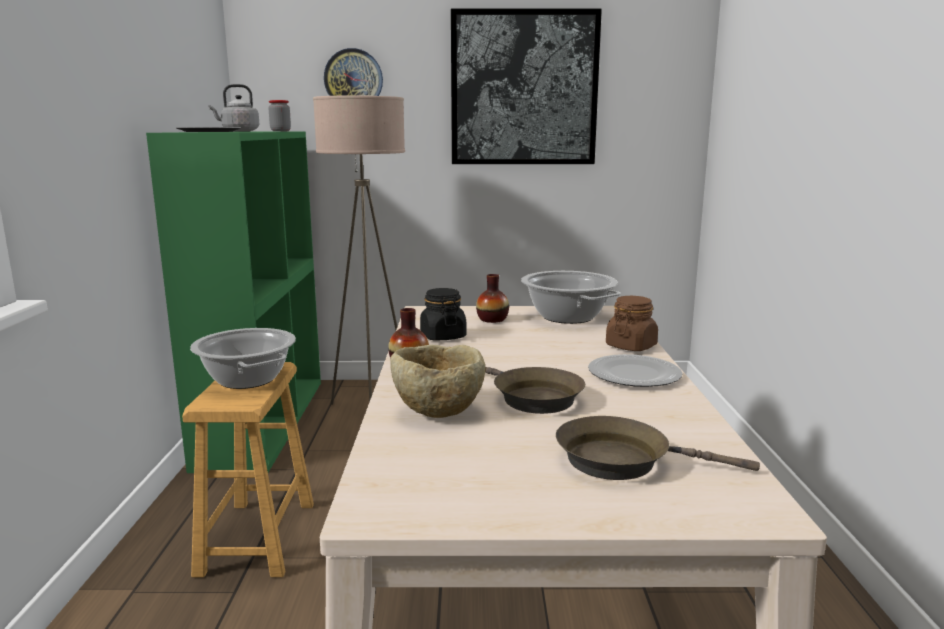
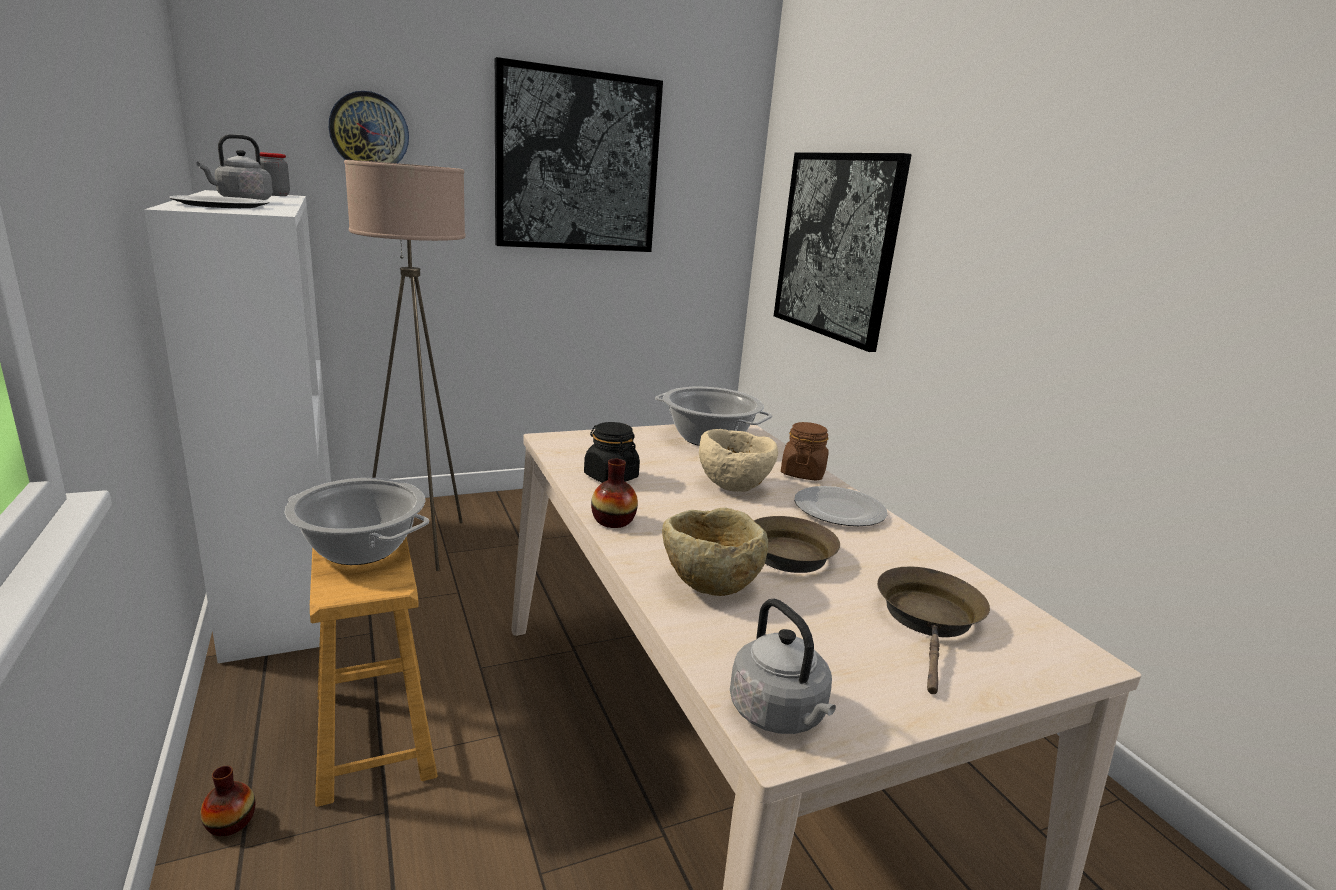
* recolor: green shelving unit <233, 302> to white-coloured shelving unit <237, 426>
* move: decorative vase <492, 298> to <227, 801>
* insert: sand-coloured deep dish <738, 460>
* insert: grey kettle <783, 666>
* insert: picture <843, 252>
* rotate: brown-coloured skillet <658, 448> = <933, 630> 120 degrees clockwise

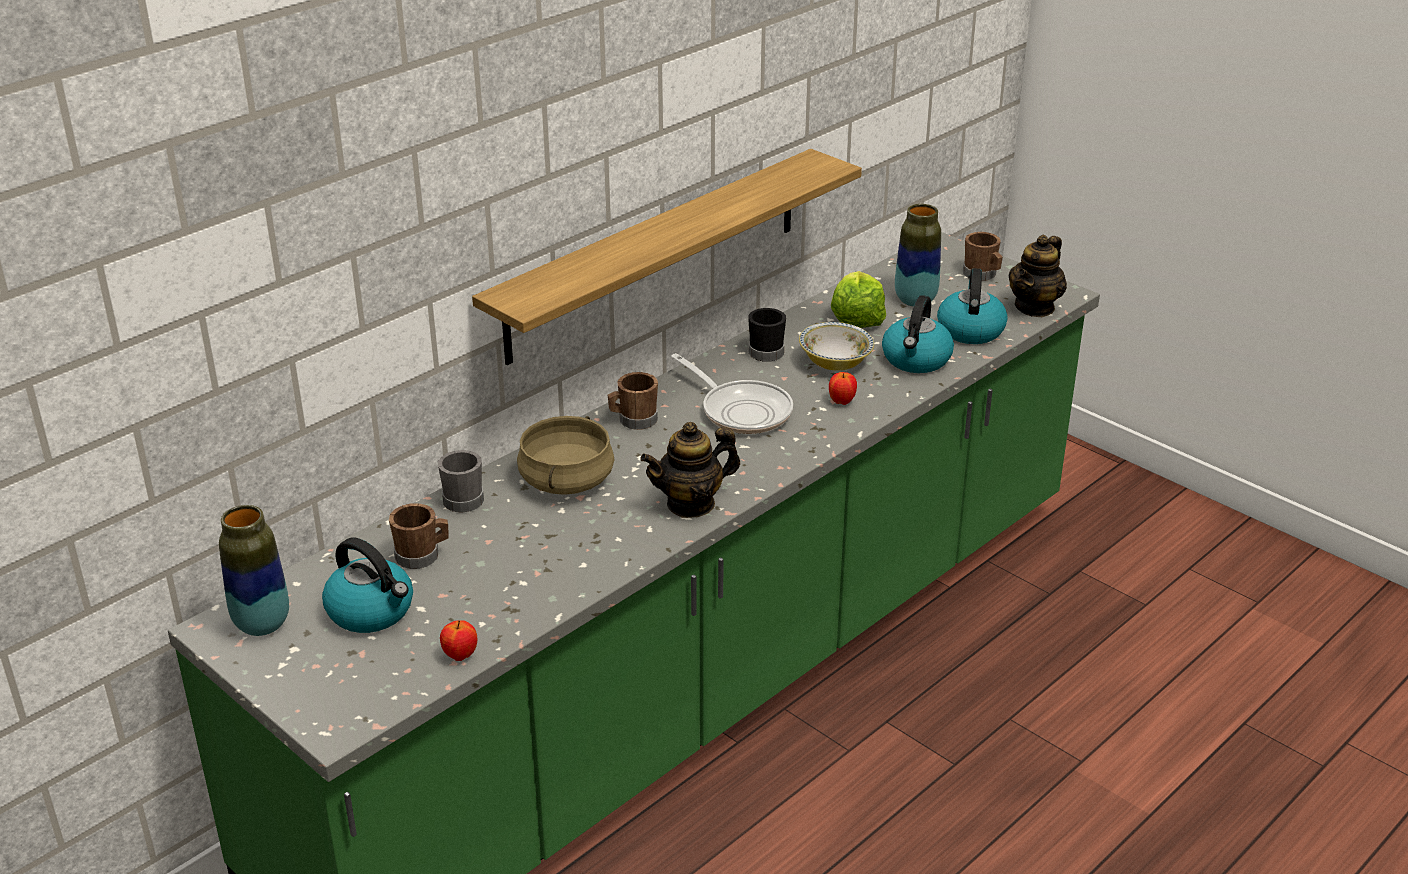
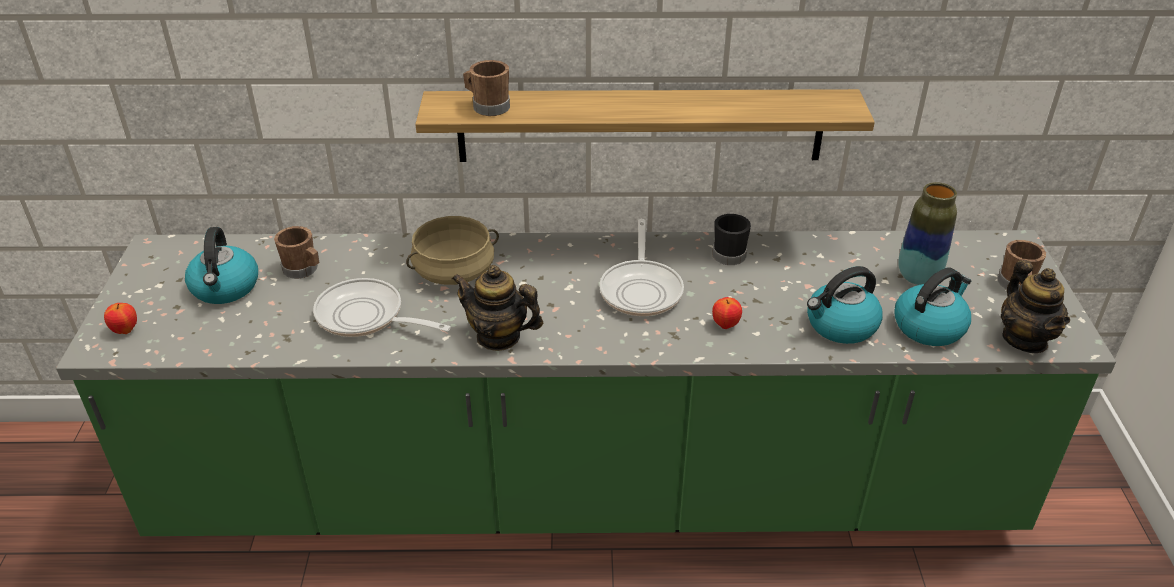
* move: apple <458, 640> to <120, 318>
* insert: skillet <382, 307>
* move: brown-coloured mug <633, 401> to <486, 88>
* rotate: tea pot <1037, 276> = <1035, 306> 90 degrees counterclockwise
* delete: decorative vase <254, 570>
* delete: grey mug <461, 481>
* delete: deep dish <836, 346>
* delete: lettuce <858, 299>

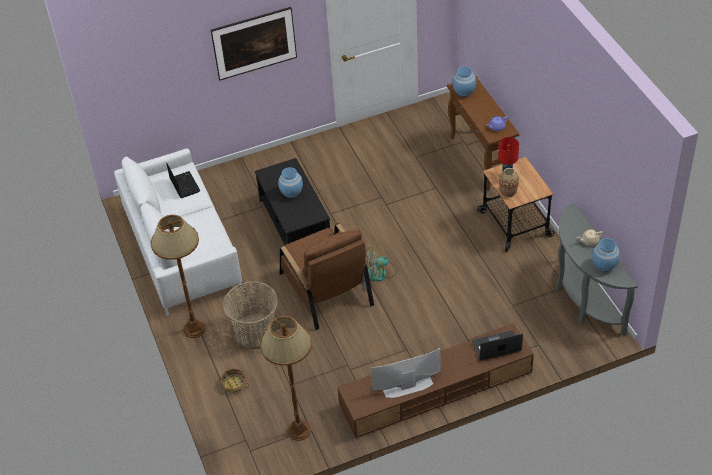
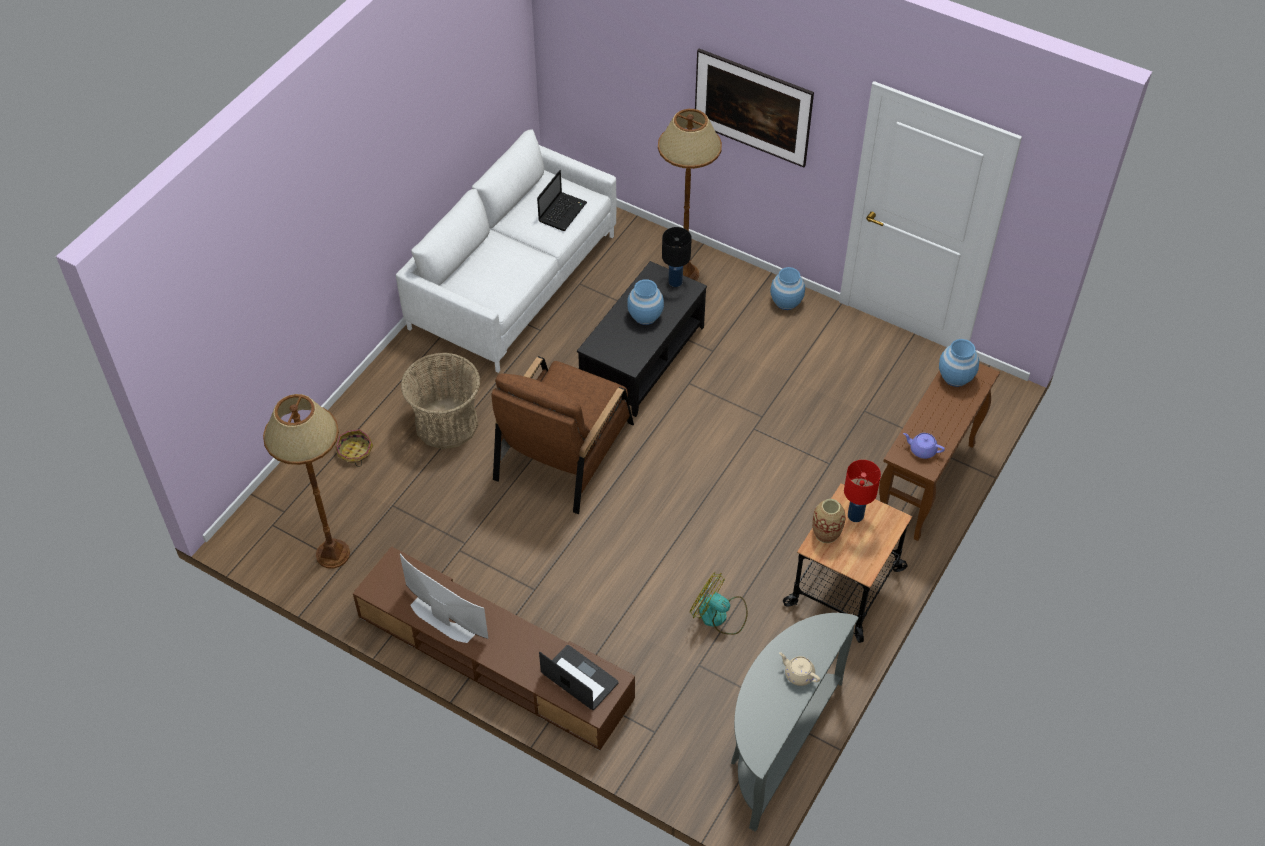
* move: brown-coloured standing lamp <178, 276> to <690, 195>
* insert: black lamp for a table <677, 257>
* move: fan <381, 264> to <719, 603>
* move: bluish decorative vase <606, 255> to <787, 288>

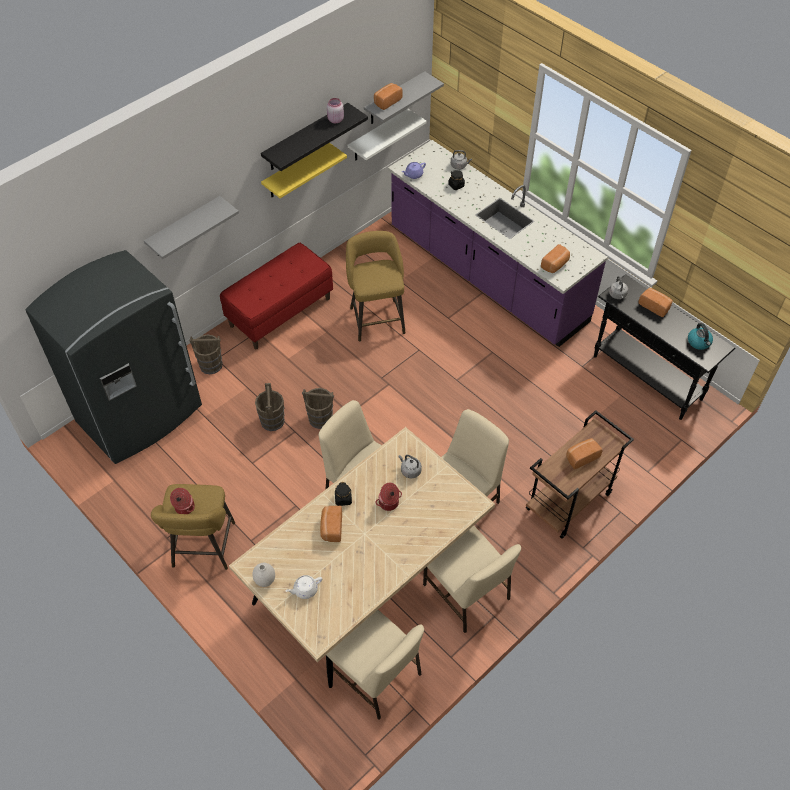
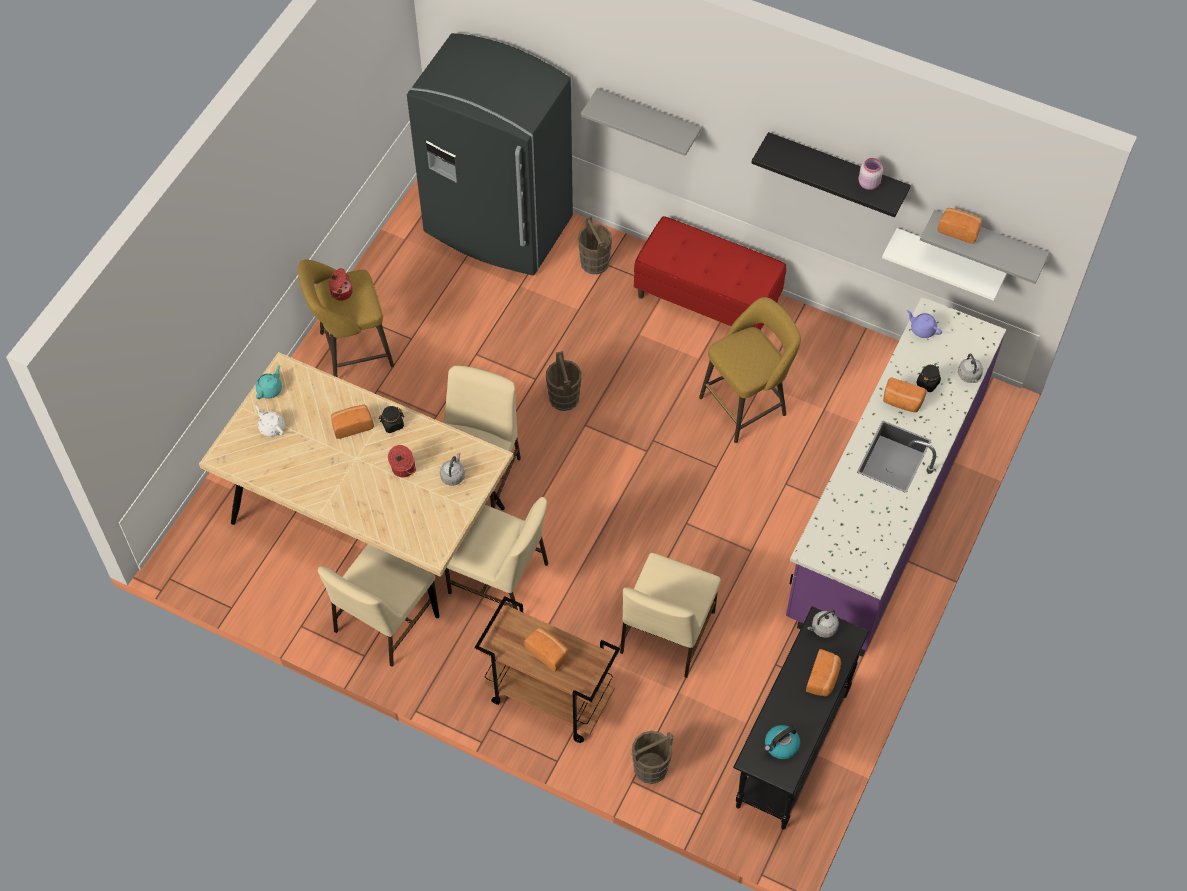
* replace: white-coloured decorative vase <263, 575> to blue-green tea pot <269, 382>
* move: sand-coloured upright chair <375, 665> to <670, 615>
* move: brown-coloured pail <270, 407> to <652, 757>
* move: bakery bread <555, 258> to <905, 394>
* delete: yellowish wall shelf <304, 170>

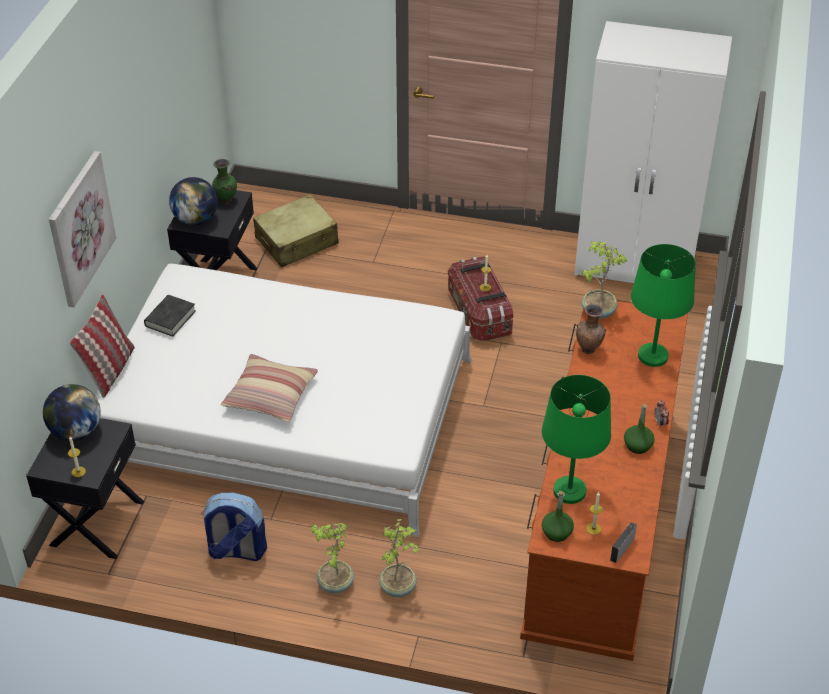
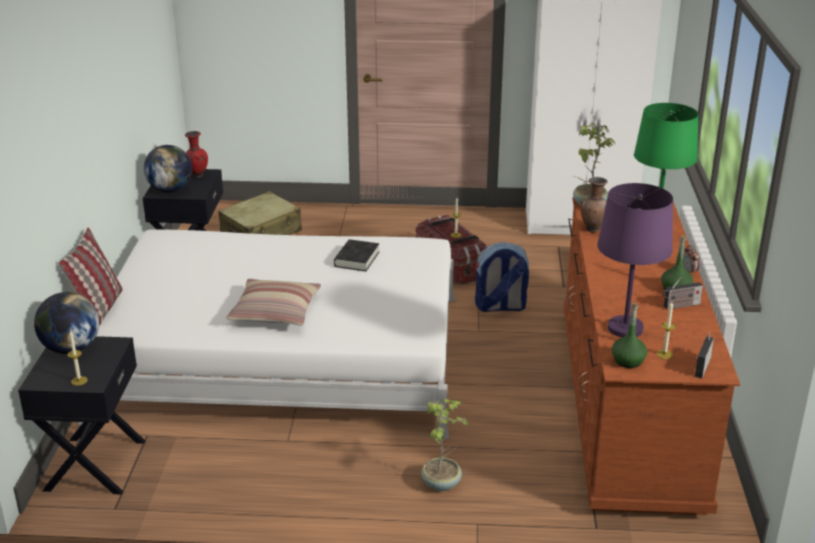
* recolor: green decorative vase <224, 181> to reddish decorative vase <196, 154>
* move: black book <170, 316> to <356, 255>
* move: knapsack <234, 526> to <502, 277>
* recolor: green lamp for a table <576, 439> to purple-coloured lamp for a table <635, 260>
* insert: radio receiver <683, 292>
* delete: picture <82, 229>
* delete: plant in a pot <332, 558>

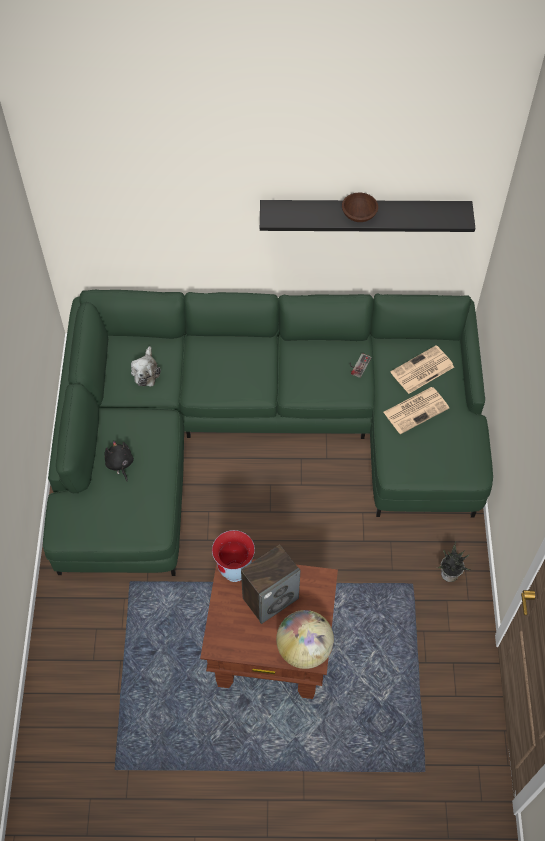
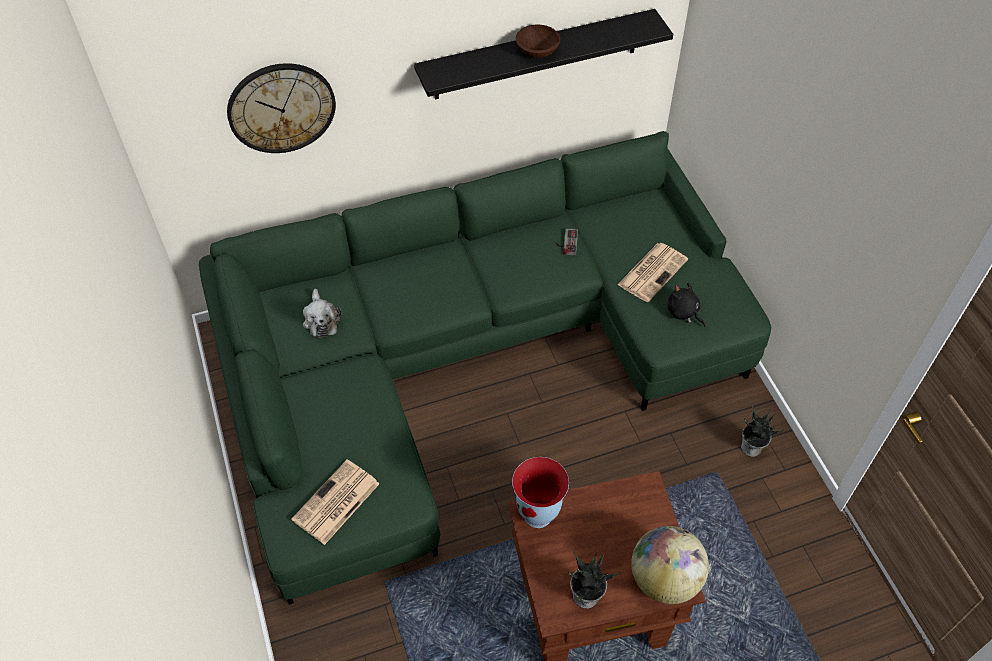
* insert: wall clock <281, 108>
* move: newspaper <422, 369> to <335, 502>
* insert: plant in a pot <594, 579>
* move: black plush toy <119, 461> to <687, 305>
* delete: speaker <270, 584>

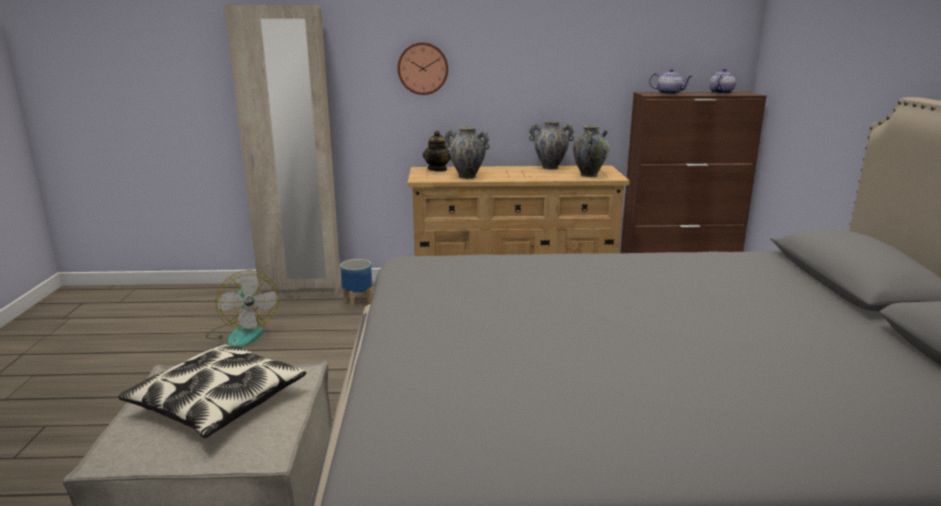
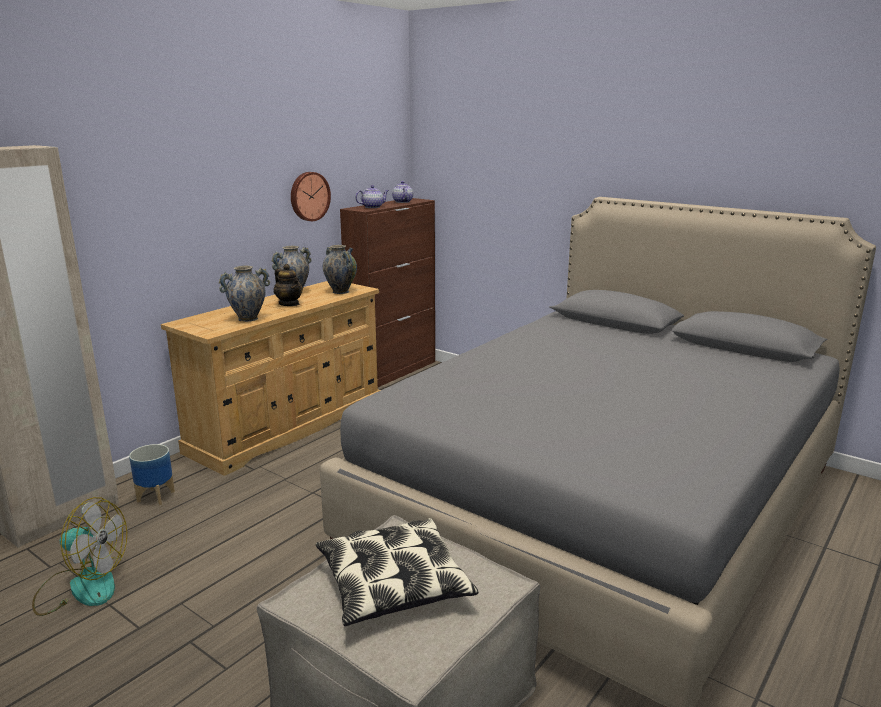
* move: tea pot <437, 151> to <288, 285>
* move: wall clock <422, 68> to <311, 196>

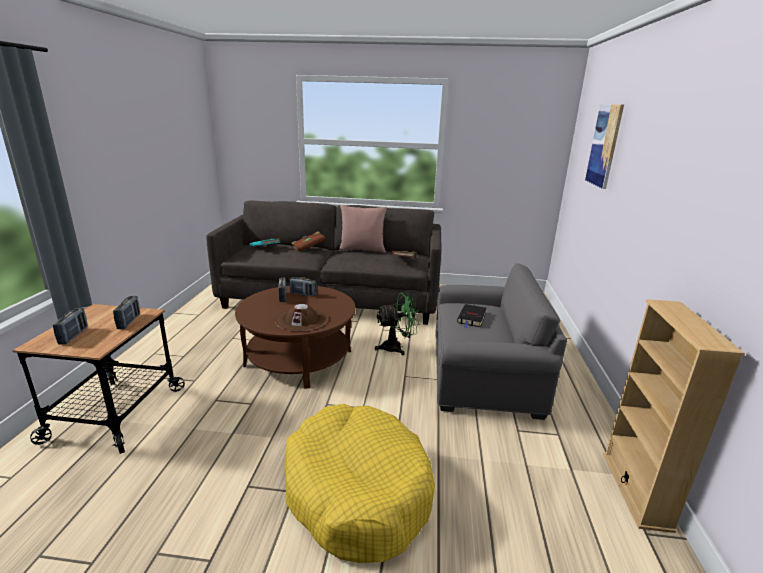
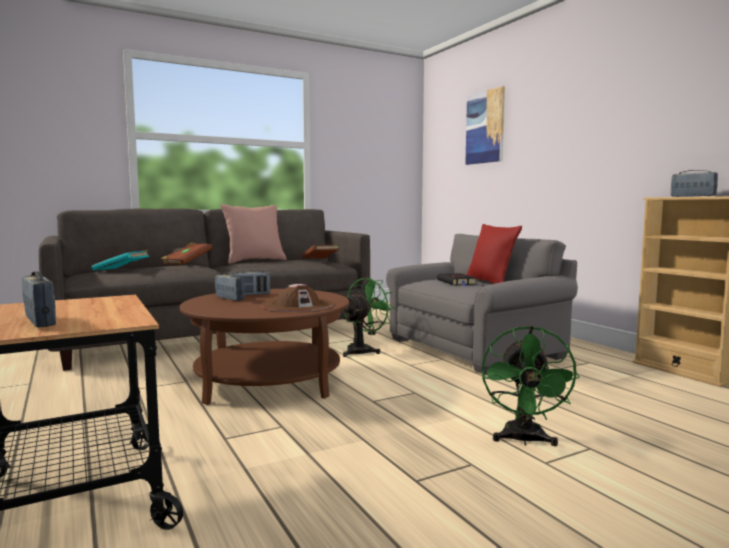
* insert: reddish throw pillow <494, 254>
* replace: yellowish pet bed <360, 483> to green fan <531, 386>
* move: radio receiver <126, 312> to <694, 183>

